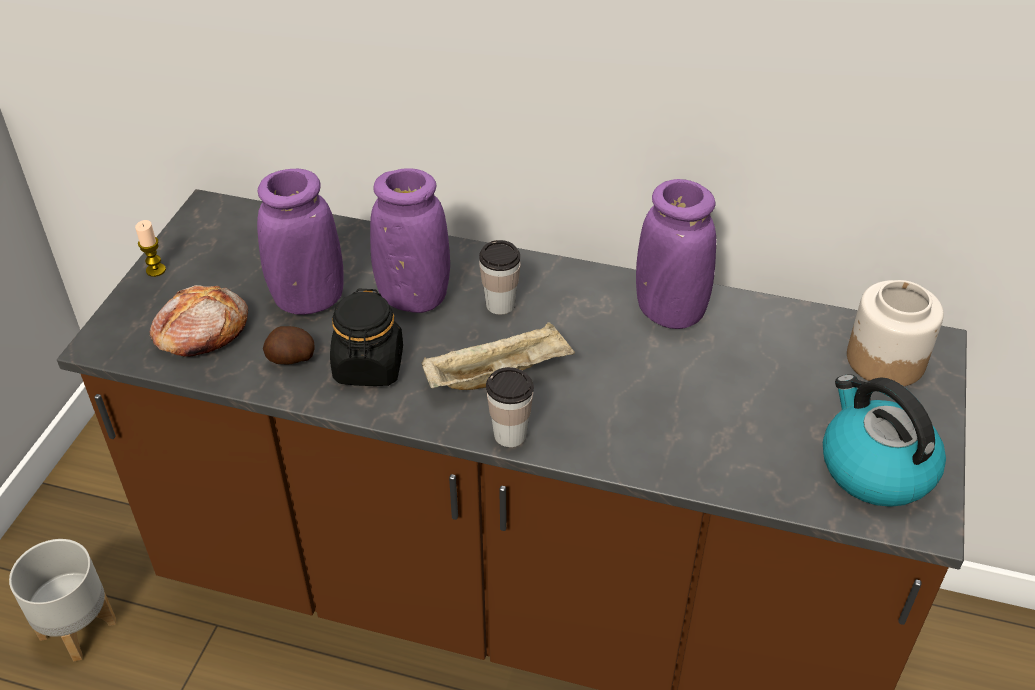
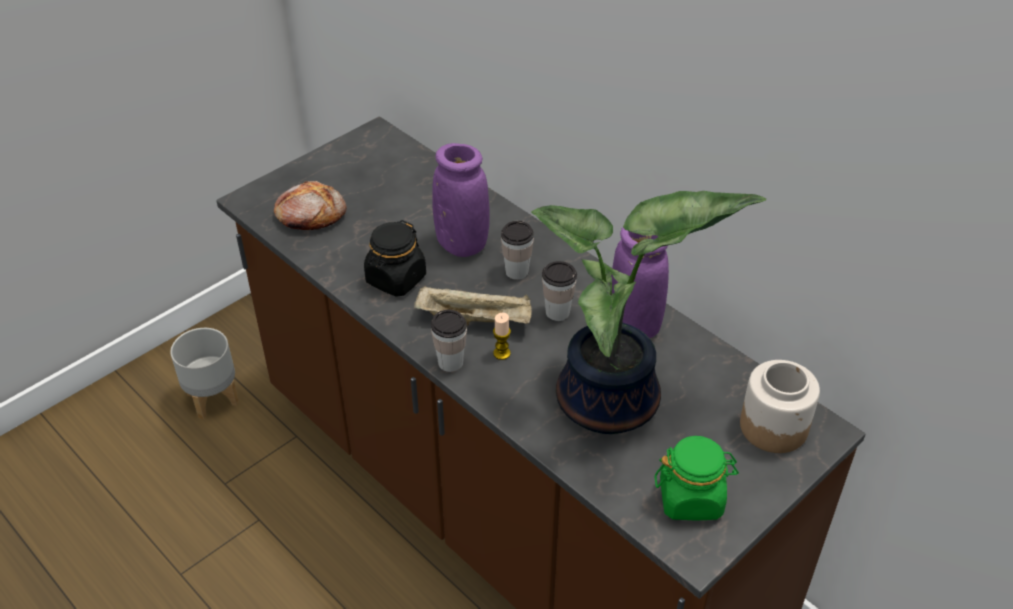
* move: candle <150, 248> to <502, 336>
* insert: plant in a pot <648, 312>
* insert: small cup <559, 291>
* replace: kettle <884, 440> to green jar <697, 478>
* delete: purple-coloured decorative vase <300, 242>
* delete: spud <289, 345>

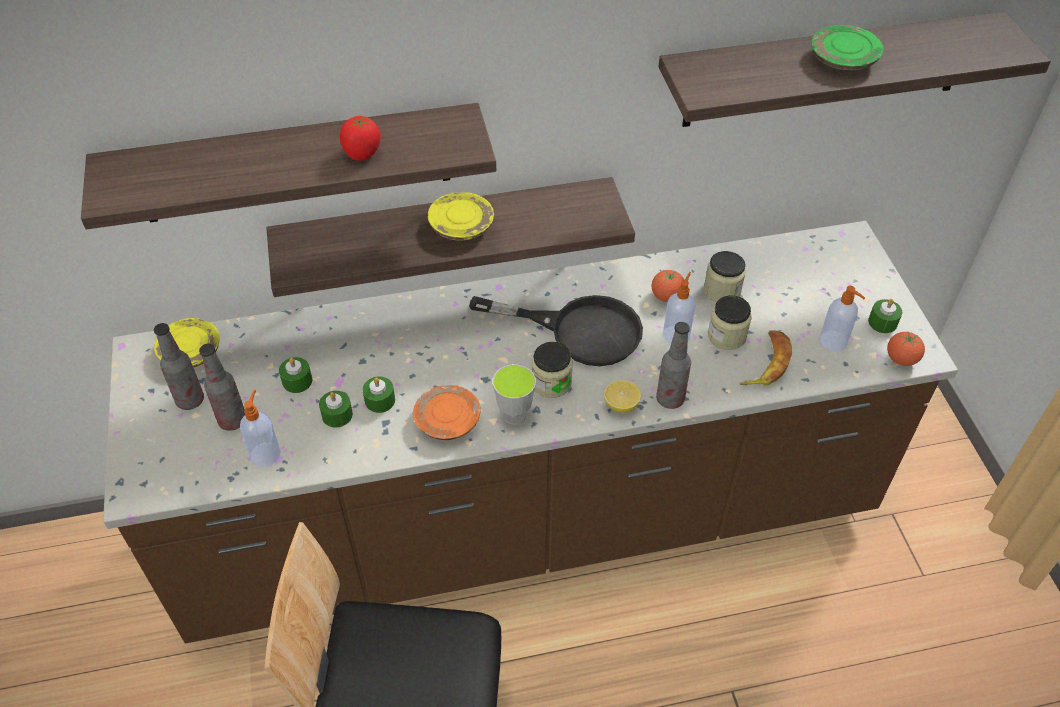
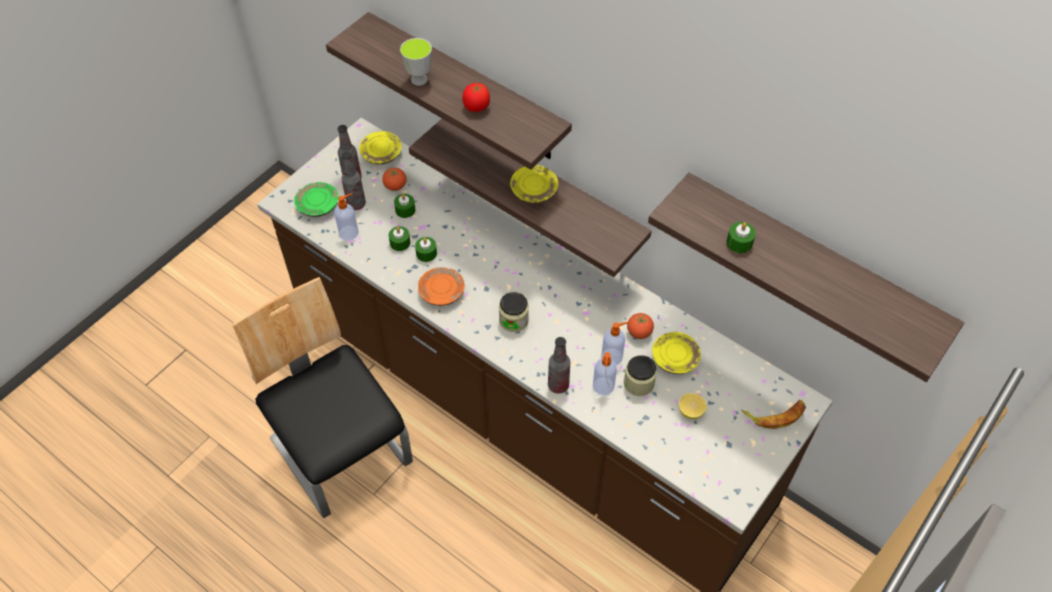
* move: green plate <847, 47> to <316, 199>
* move: fresh tomato <906, 349> to <394, 179>
* move: small cup <514, 394> to <416, 62>
* move: soap bottle <842, 318> to <605, 374>
* replace: jar <725, 276> to yellowish plate <676, 353>
* move: lemon <622, 396> to <693, 406>
* move: green candle <885, 316> to <741, 237>
* move: banana <766, 357> to <773, 414>
* delete: black skillet <556, 330>

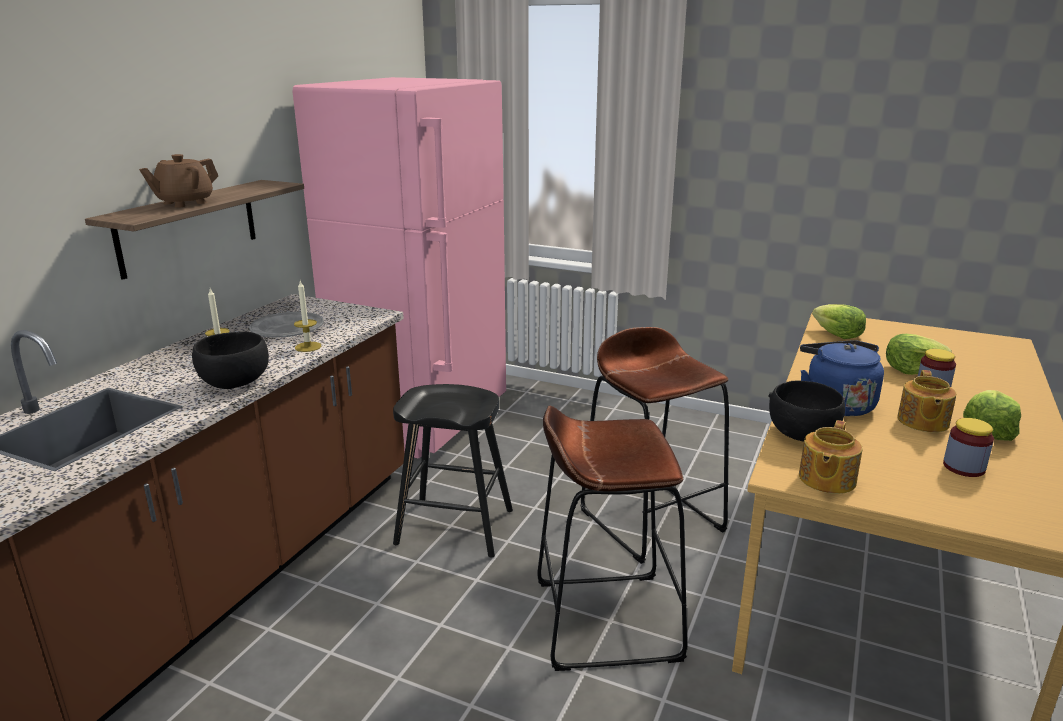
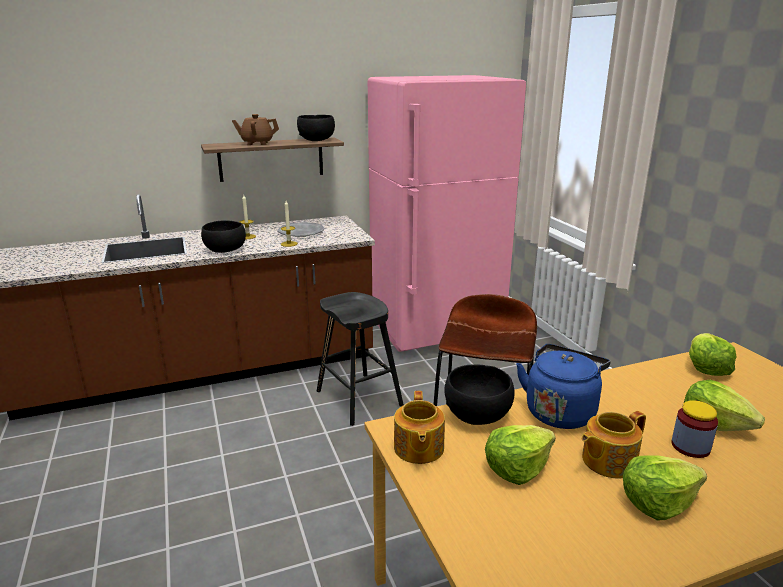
* insert: black deep dish <316, 128>
* rotate: tea pot <830, 457> = <419, 427> 75 degrees counterclockwise
* insert: lettuce <520, 455>
* delete: brown-coloured sitting stool <612, 538>
* delete: jar <968, 447>

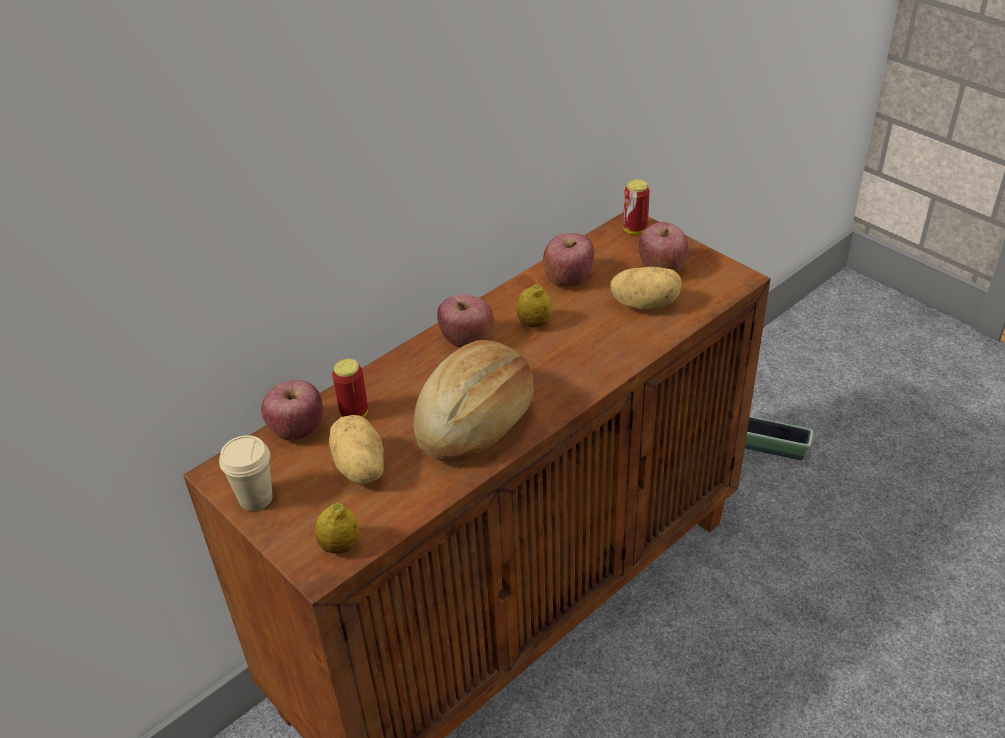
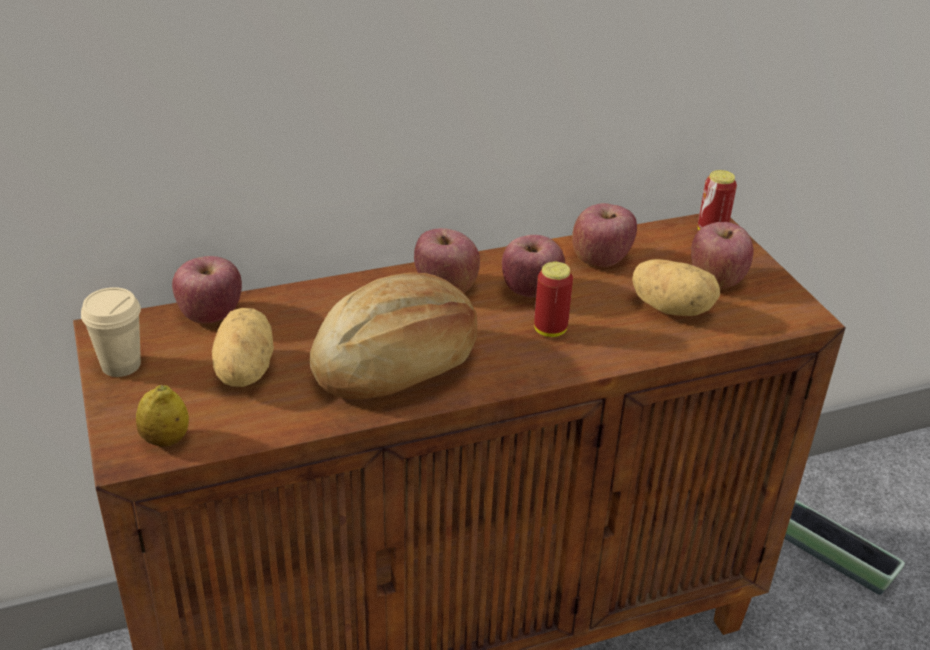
* replace: lemon <534, 306> to apple <533, 266>
* move: can <350, 388> to <553, 299>

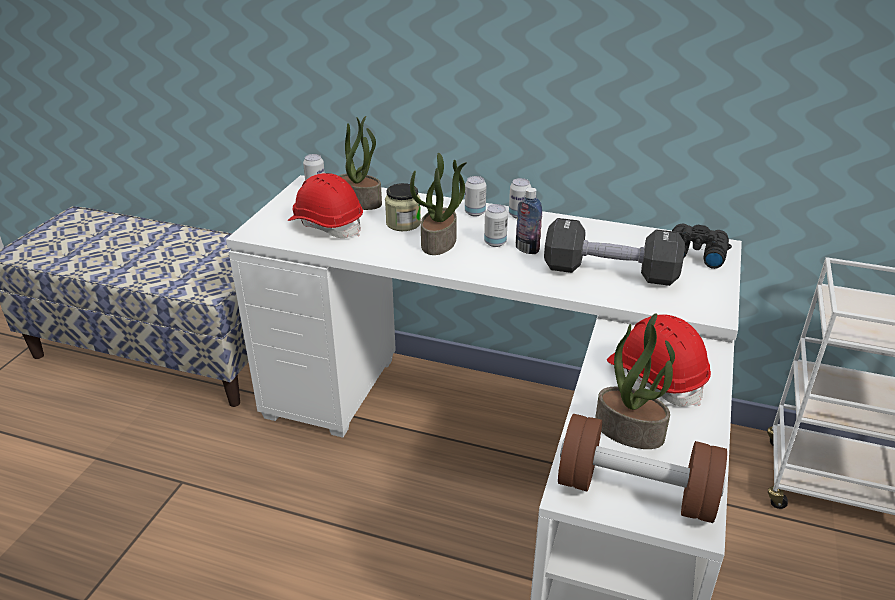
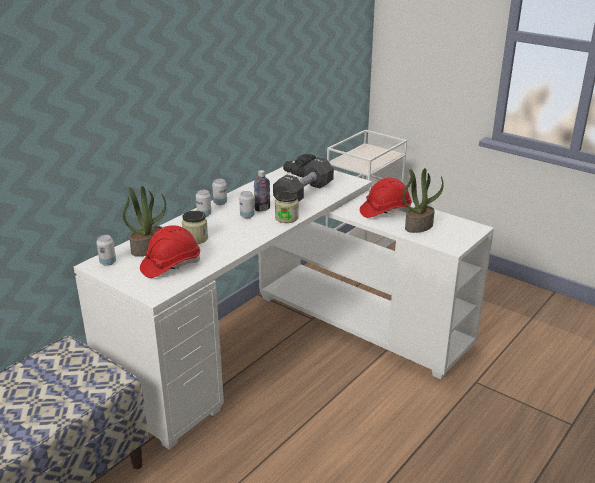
* insert: jar <287, 207>
* delete: plant in a pot <438, 204>
* delete: brown-coloured dumbbell <642, 468>

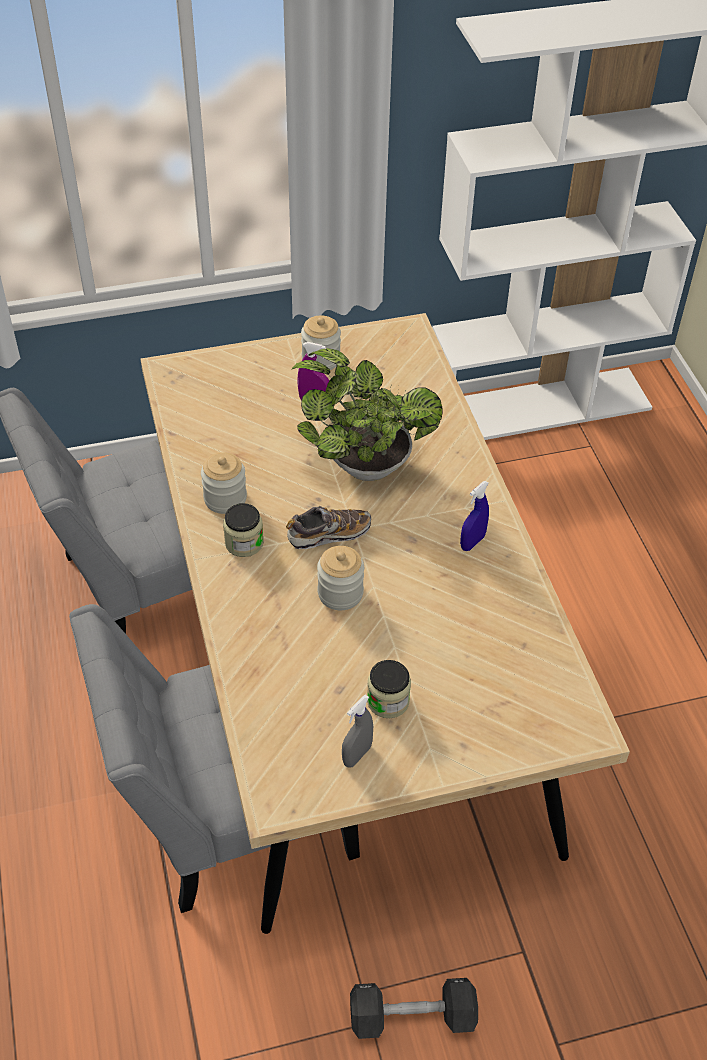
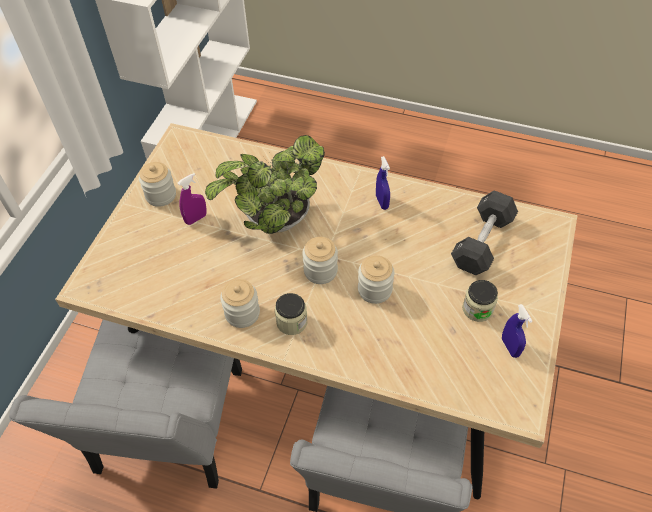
* replace: low shoe <328, 527> to jar <320, 260>
* move: black dumbbell <414, 1008> to <484, 232>
* recolor: grey sprayer <357, 731> to bluish sprayer <517, 331>

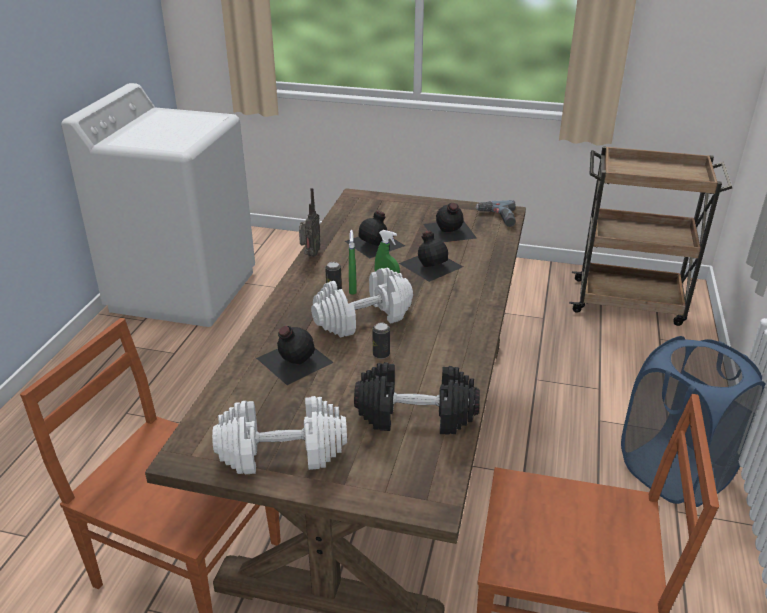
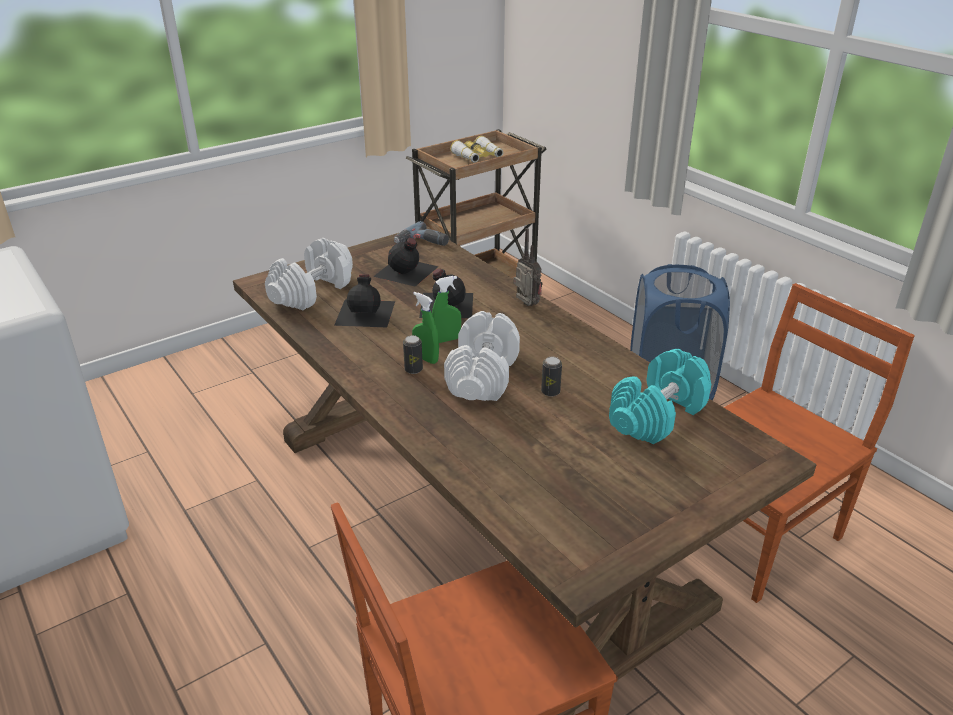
* move: white-coloured dumbbell <279, 435> to <309, 274>
* insert: field glasses <476, 149>
* move: radio receiver <309, 222> to <528, 267>
* recolor: black dumbbell <417, 398> to blue-green dumbbell <660, 396>
* delete: black bottle <295, 355>

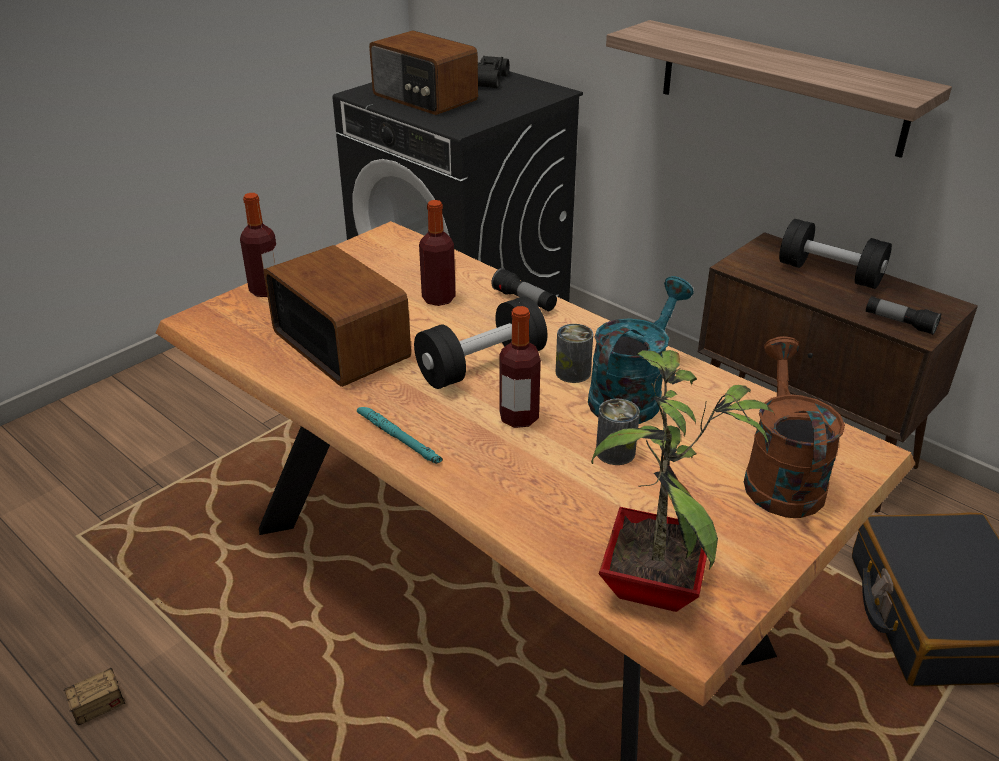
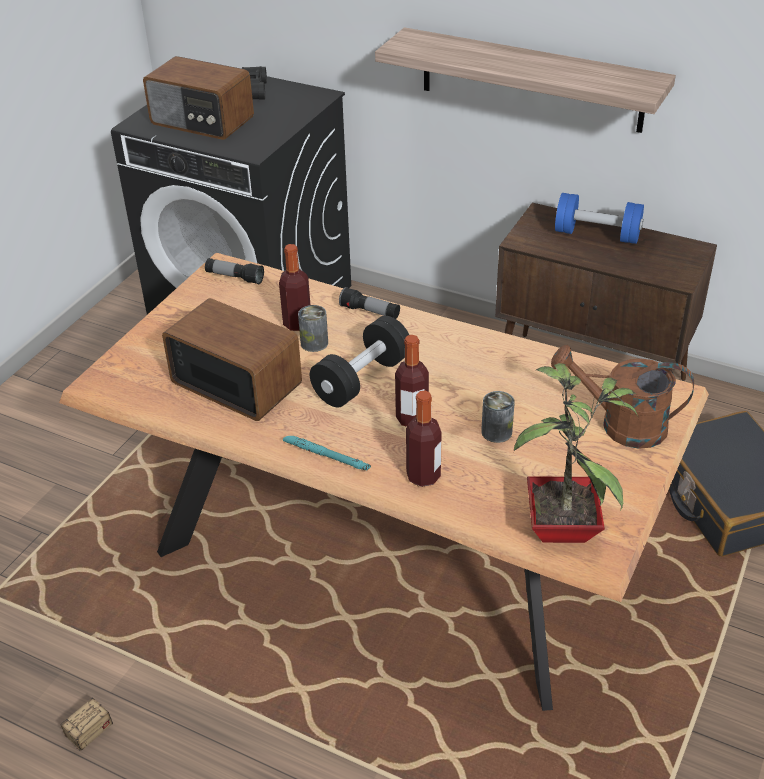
* move: torch <903, 315> to <234, 271>
* move: can <574, 353> to <313, 328>
* move: bottle <259, 245> to <424, 438>
* rotate: brown-coloured sprinkling can <794, 427> = <622, 397> 60 degrees counterclockwise
* recolor: black dumbbell <835, 254> to bluish dumbbell <599, 218>
* delete: blue-green sprinkling can <641, 350>

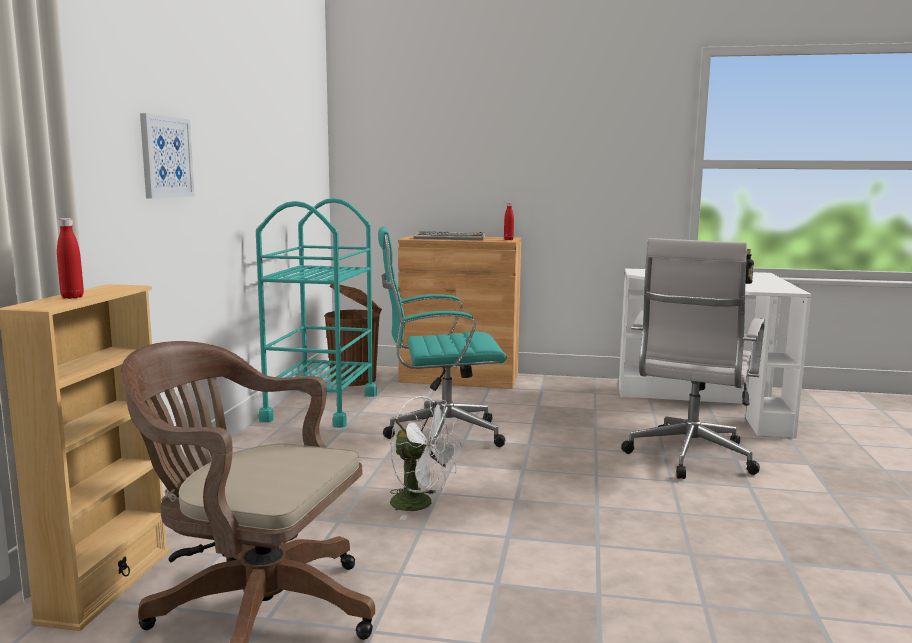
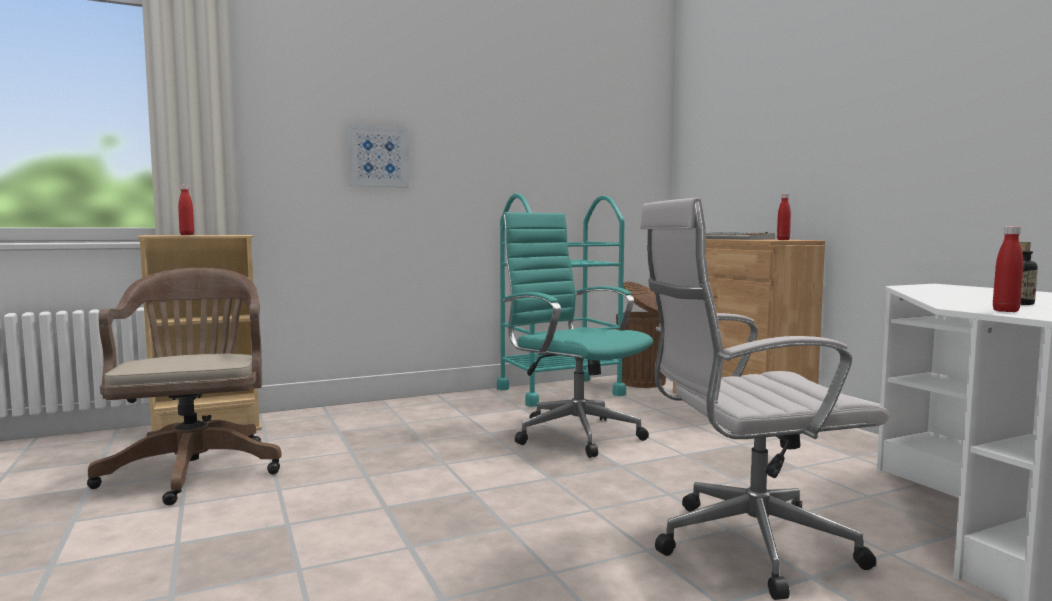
* insert: reddish bottle <1008, 269>
* delete: white-coloured fan <426, 458>

